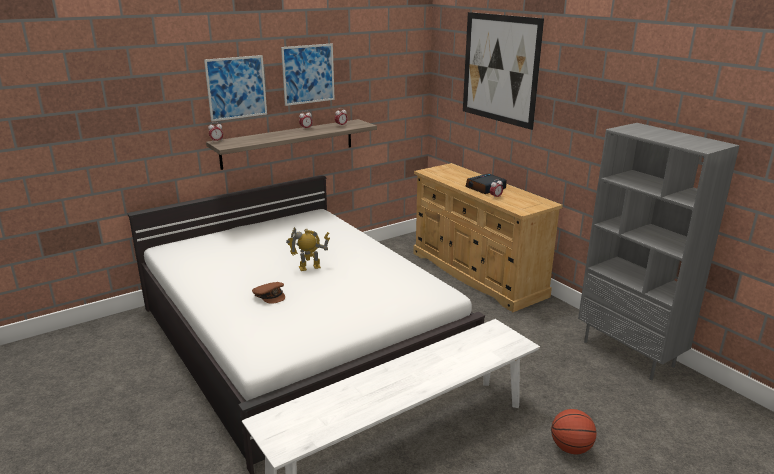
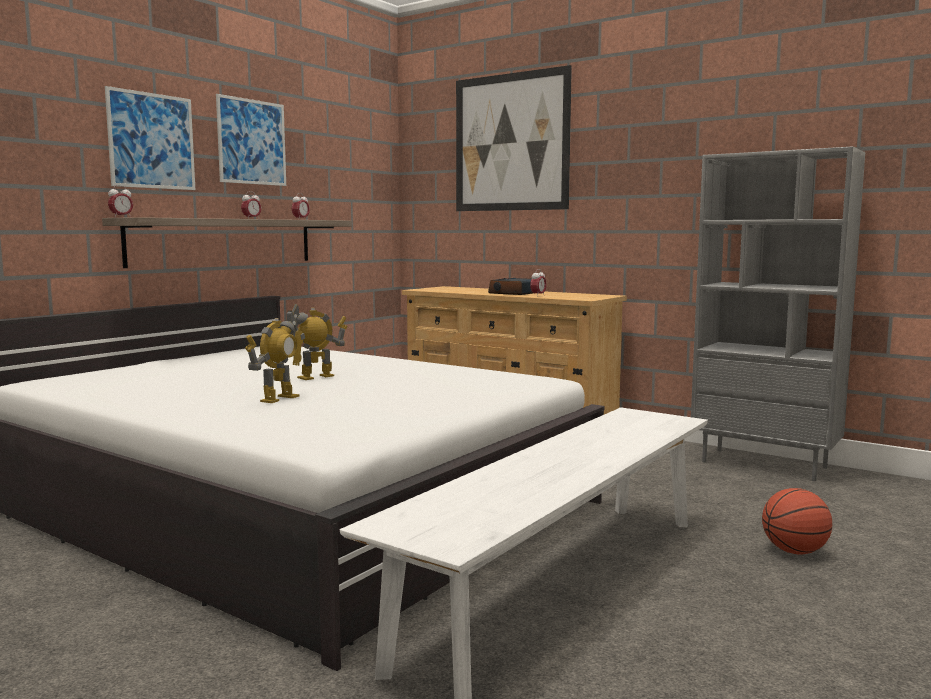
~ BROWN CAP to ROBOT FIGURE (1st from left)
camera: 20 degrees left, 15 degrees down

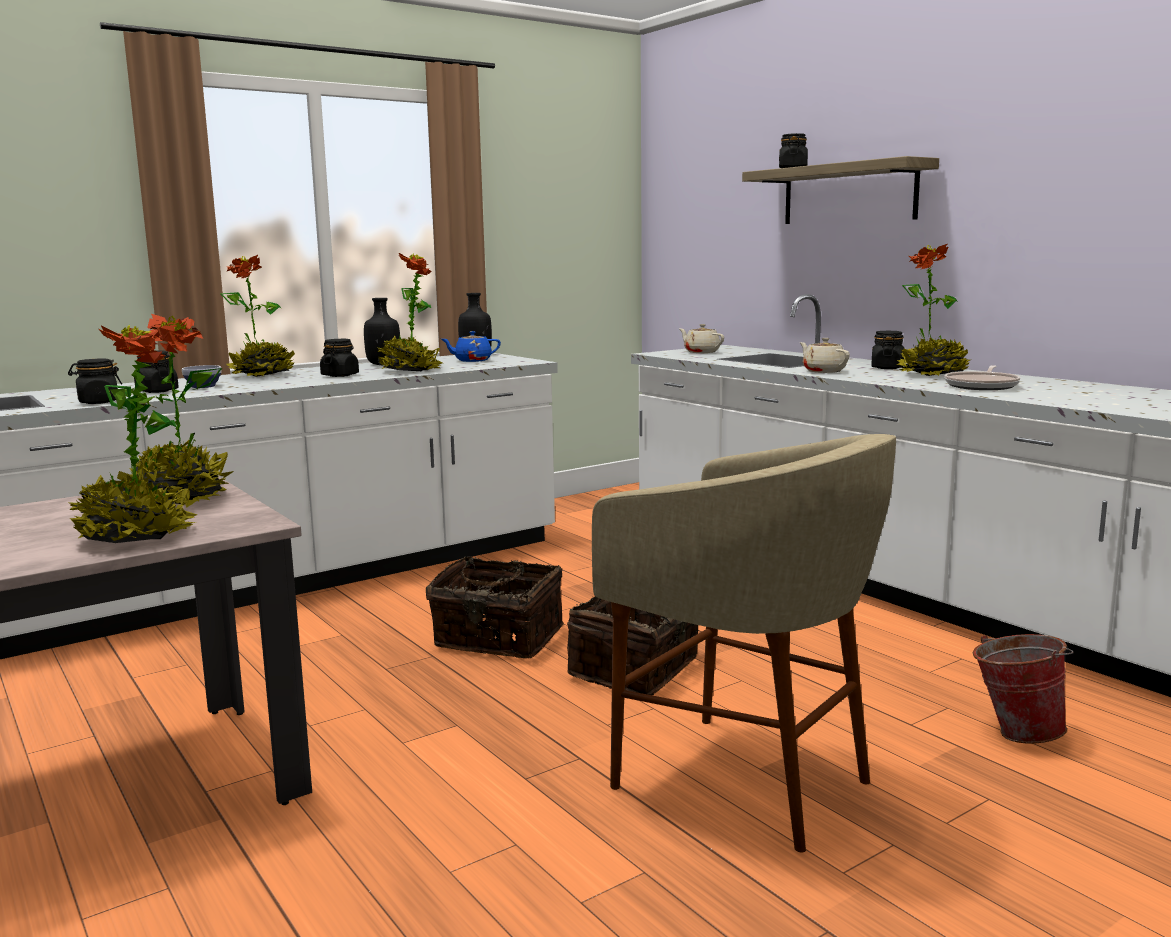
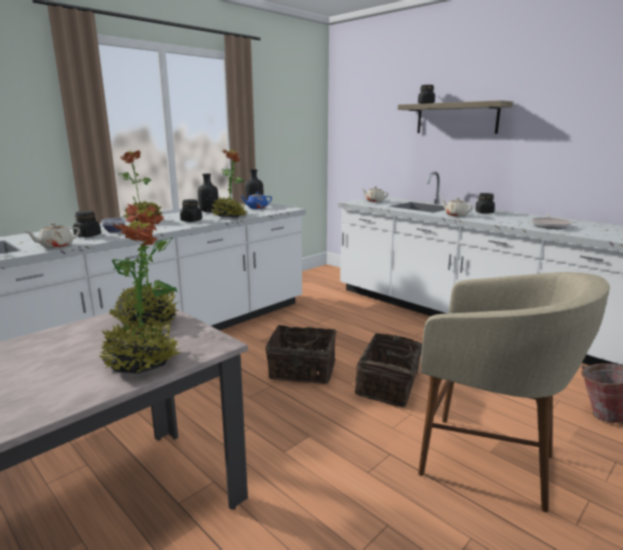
~ BLACK STORAGE JAR (1st from left) to BEIGE-COLOURED TEA POT (1st from left)
- POTTED PLANT (5th from left)
camera: 10 degrees left, 5 degrees up

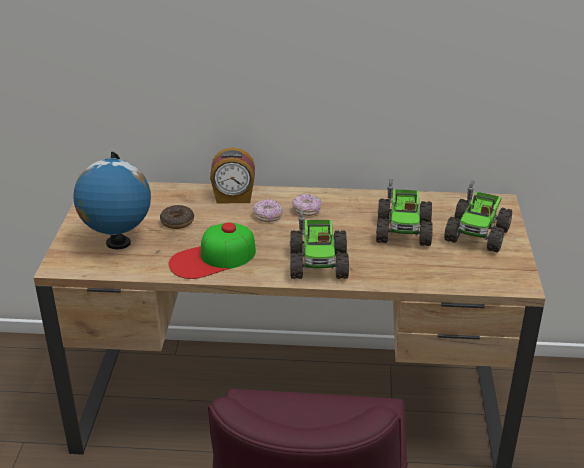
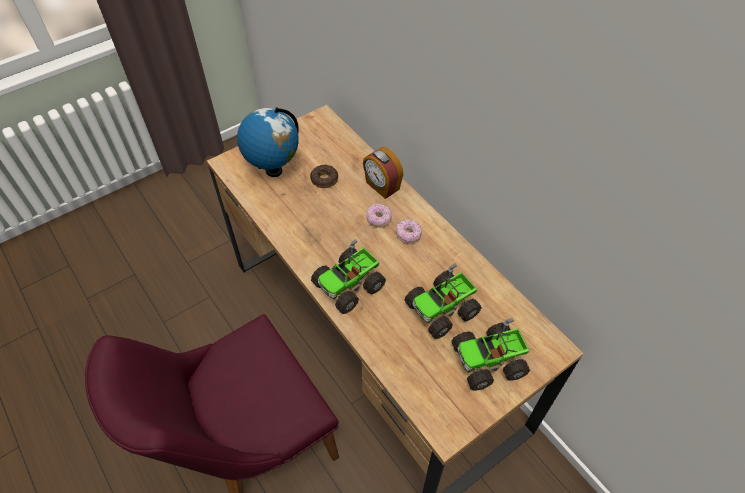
- CAP
camera: 50 degrees right, 20 degrees up

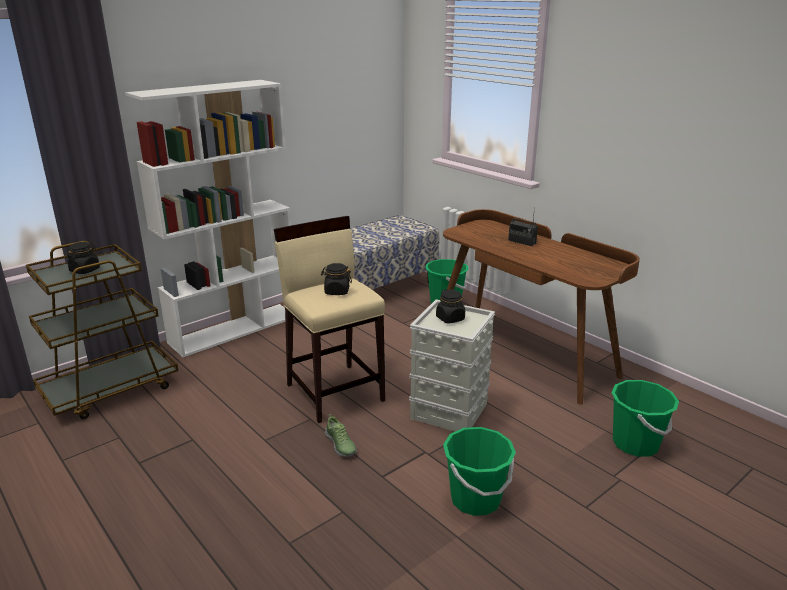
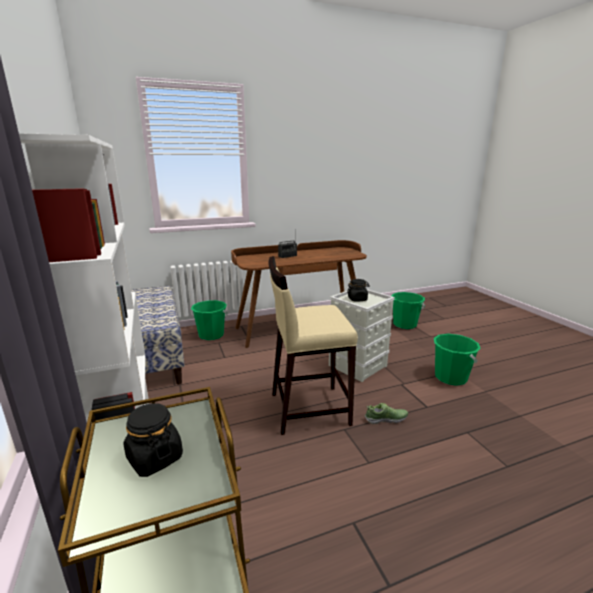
- BLACK STORAGE JAR (2nd from left)
camera: 70 degrees left, 5 degrees down

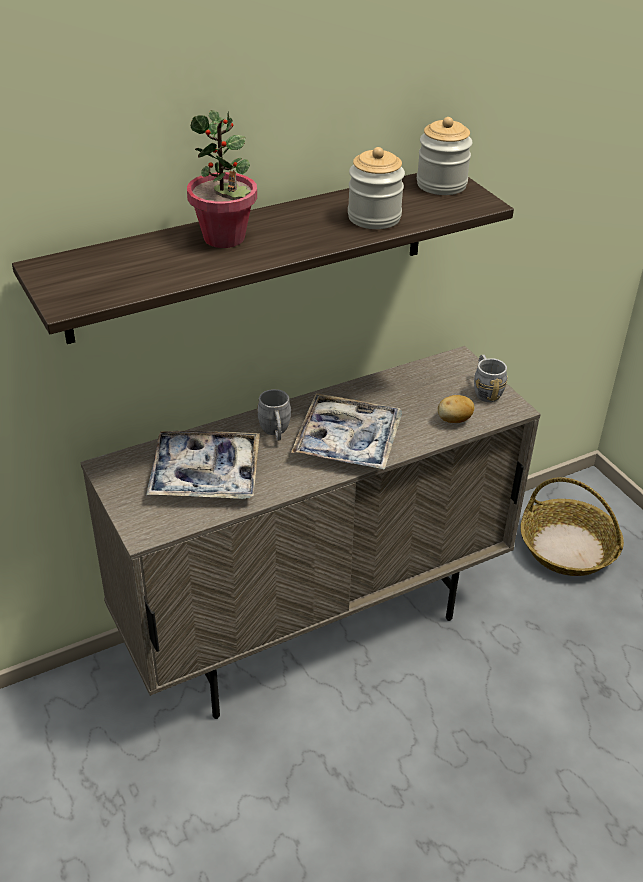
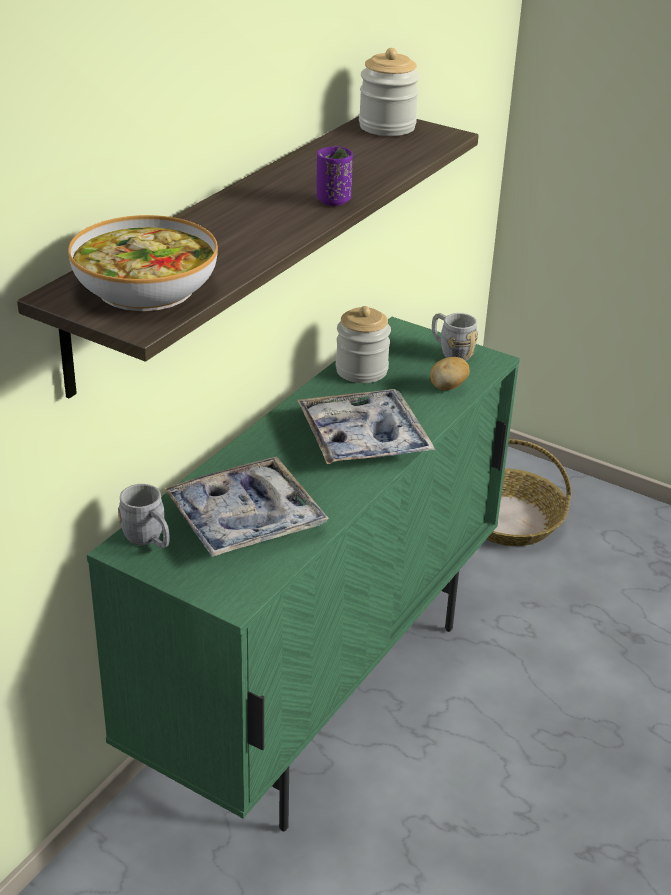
~ BEIGE-COLOURED STORAGE CABINET to GREEN-COLOURED STORAGE CABINET
- POTTED PLANT
~ GREY MUG (1st from left)
~ STORAGE JAR (1st from left)
+ DEEP DISH
+ PURPLE SMALL CUP
camera: 30 degrees left, 5 degrees down

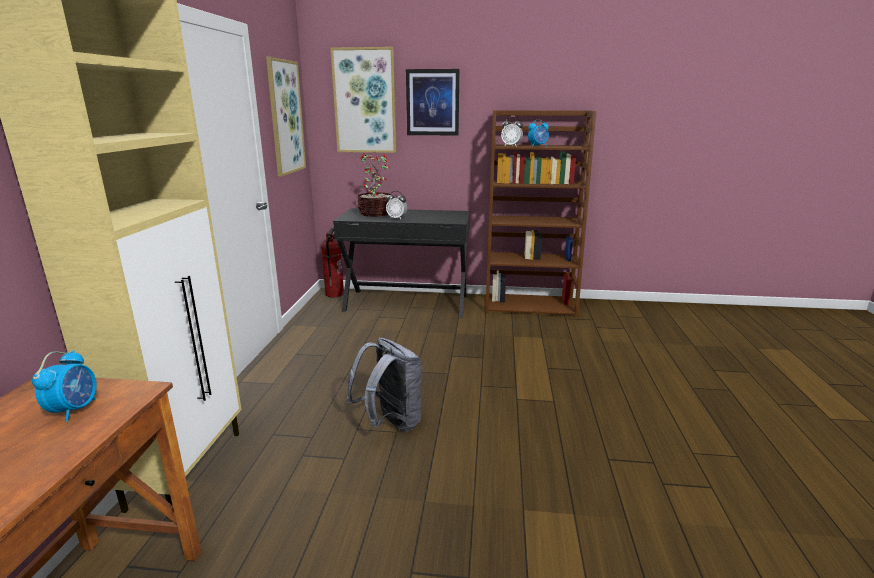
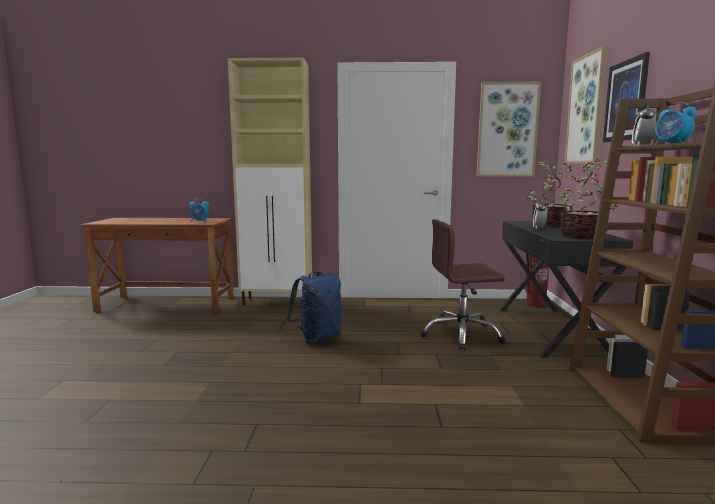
~ GREY RUCKSACK to BLUISH RUCKSACK
+ BROWN COMPUTER CHAIR
+ POTTED PLANT (2nd from left)
camera: 85 degrees right, 10 degrees down

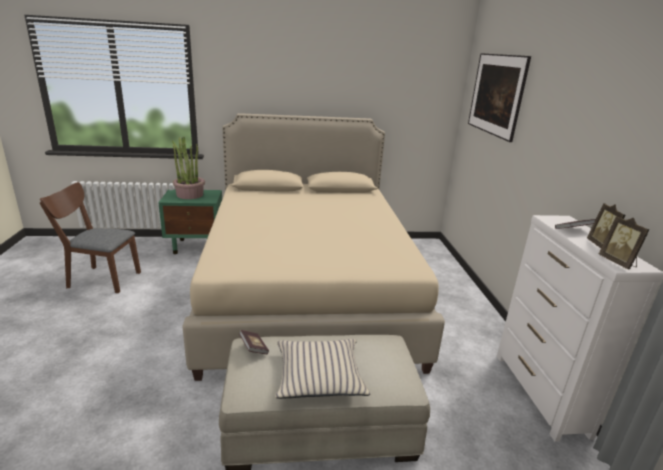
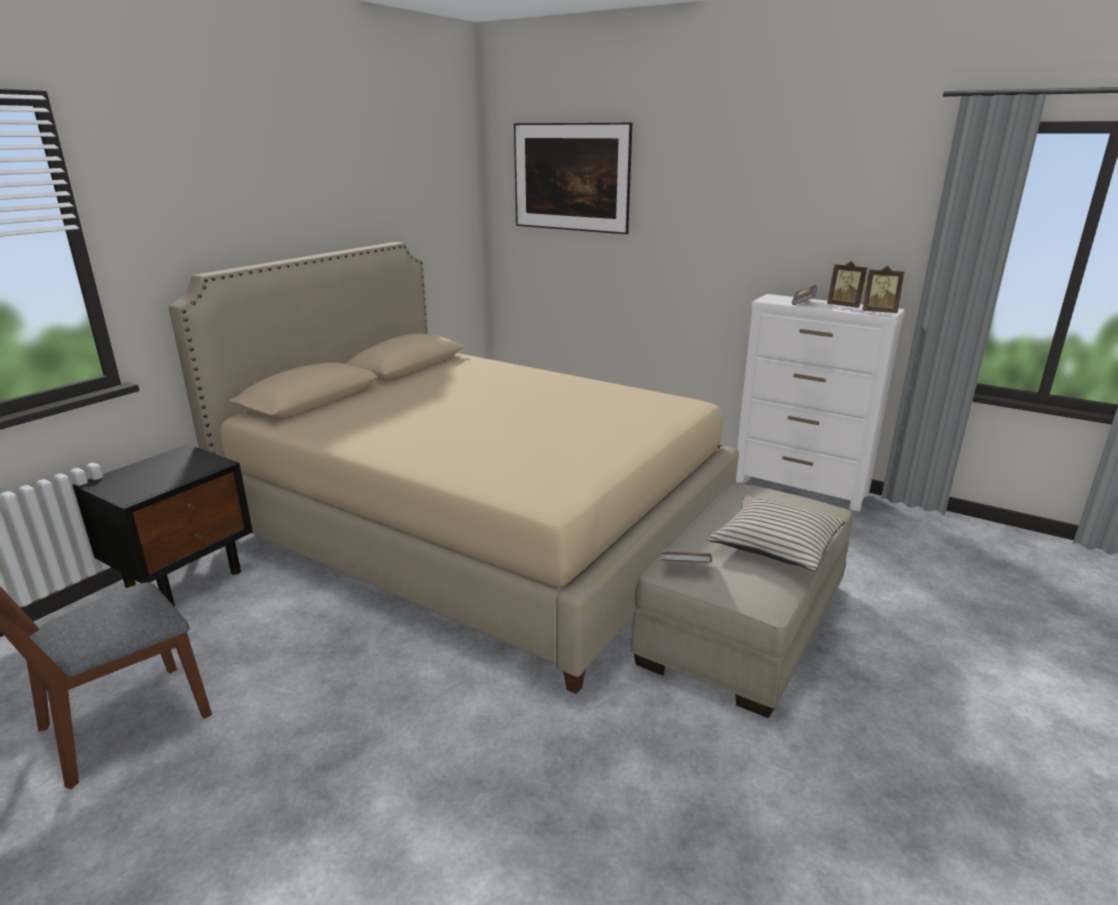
~ GREEN-COLOURED NIGHT TABLE to BLACK NIGHT TABLE
- POTTED PLANT
camera: 50 degrees left, 0 degrees up

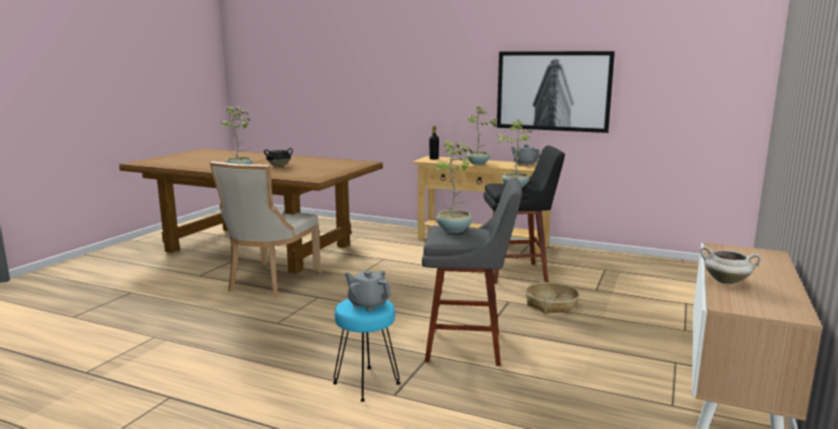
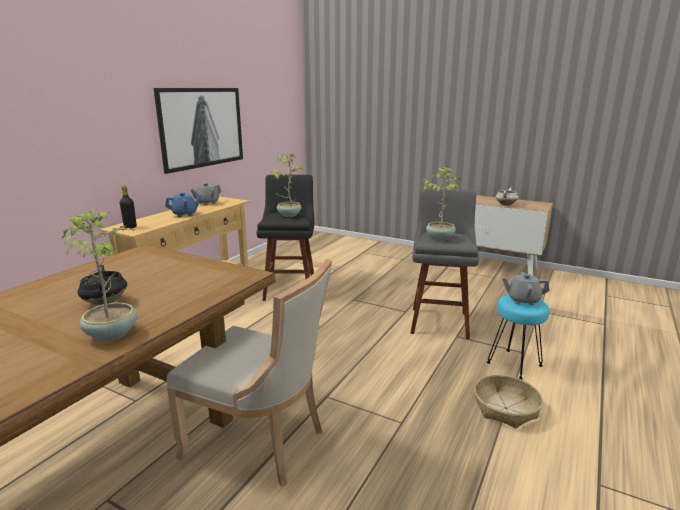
~ GREY TEA POT (1st from left in the first image) 60 degrees clockwise
~ POTTED PLANT (3rd from left) to BLUISH TEA POT
~ HOUSEHOLD BASKET
camera: 85 degrees left, 5 degrees up

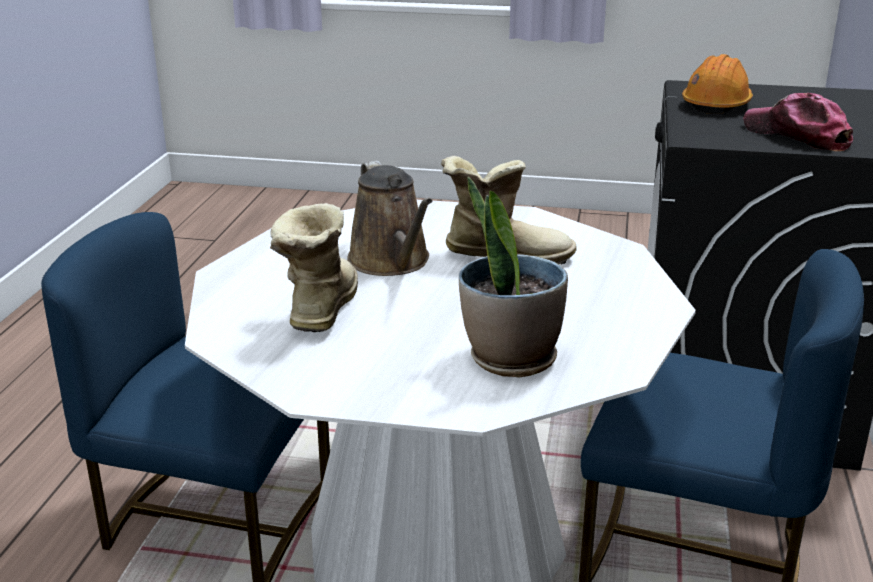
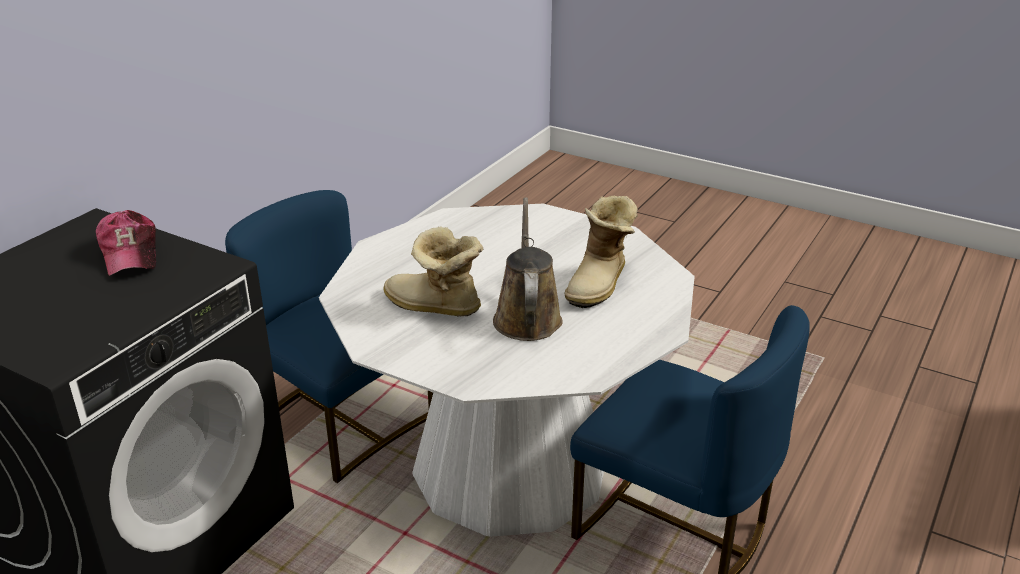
- POTTED PLANT
- ORANGE-COLOURED WORK HELMET
camera: 160 degrees left, 5 degrees up

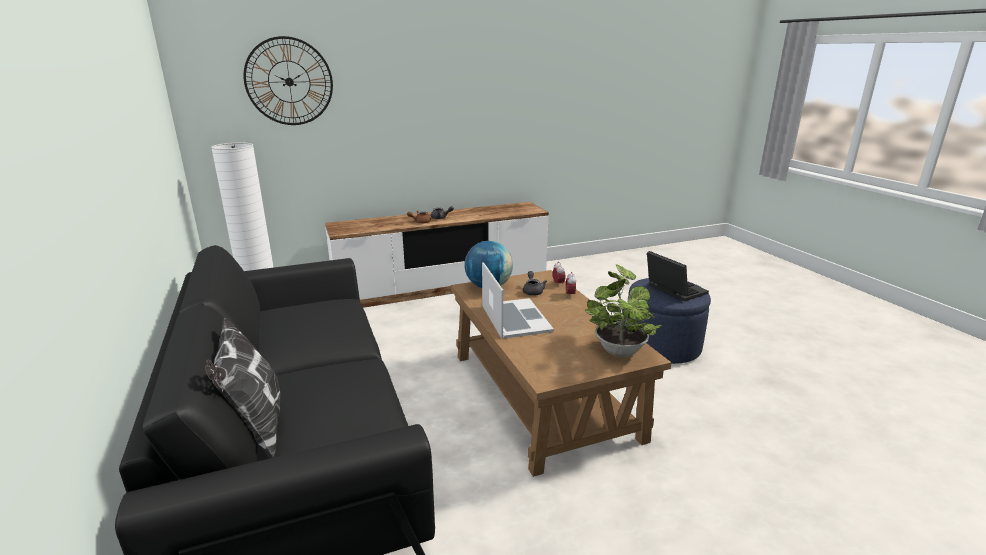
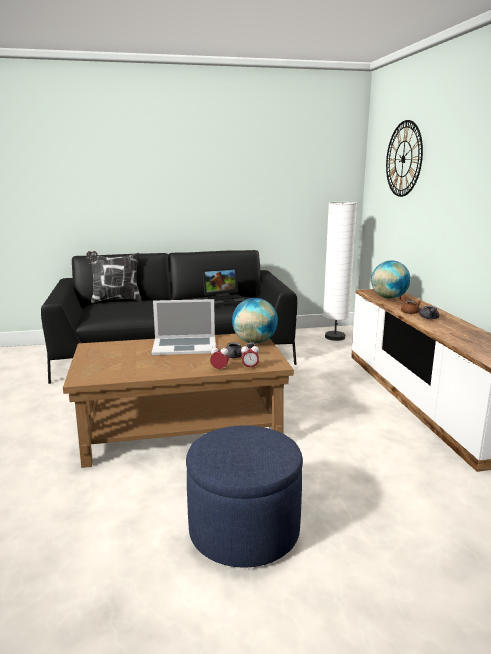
- POTTED PLANT
~ NOTEBOOK COMPUTER (2nd from left)
+ DESK GLOBE (2nd from left)
camera: 100 degrees right, 5 degrees down

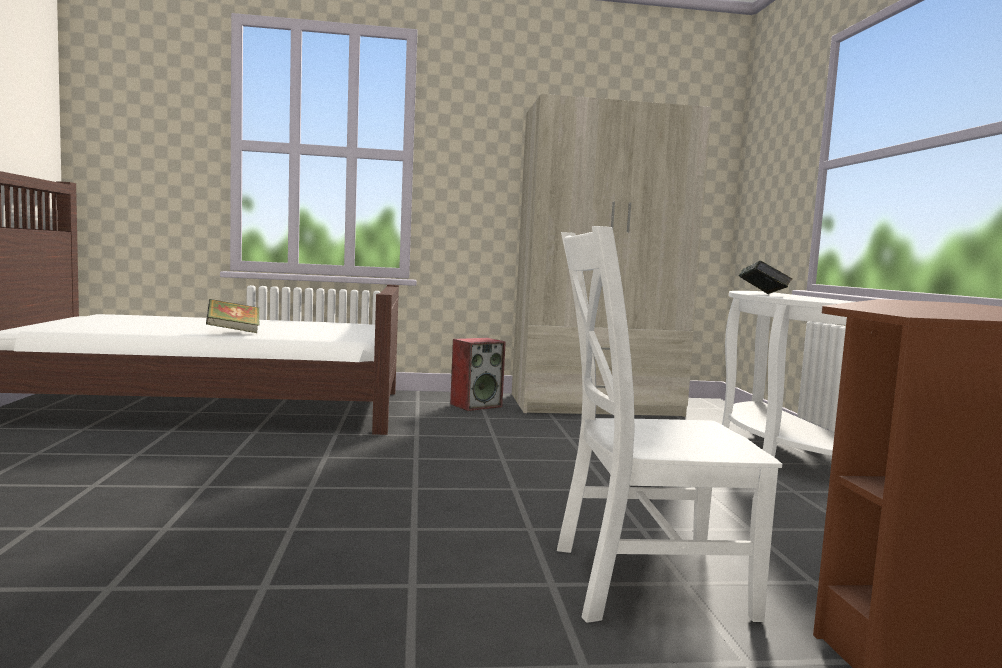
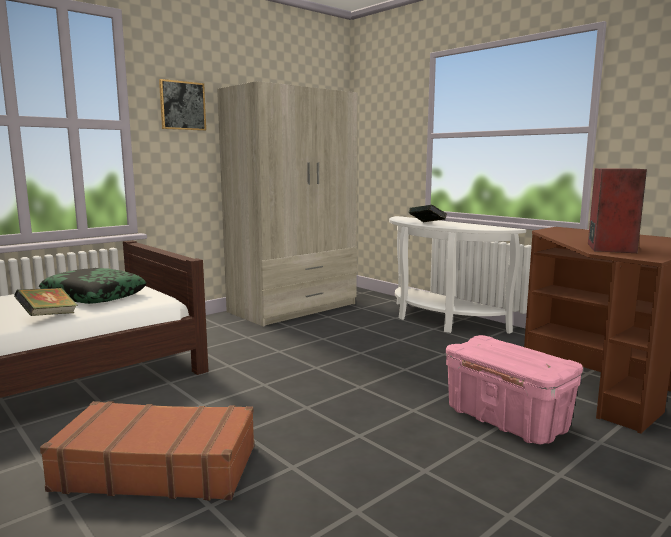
~ AUDIO SPEAKER
~ WHITE PLAIN CHAIR to PINK STORAGE CONTAINER
+ PILLOW
+ BROWN SUITCASE
+ WALL ART
camera: 35 degrees left, 5 degrees up

